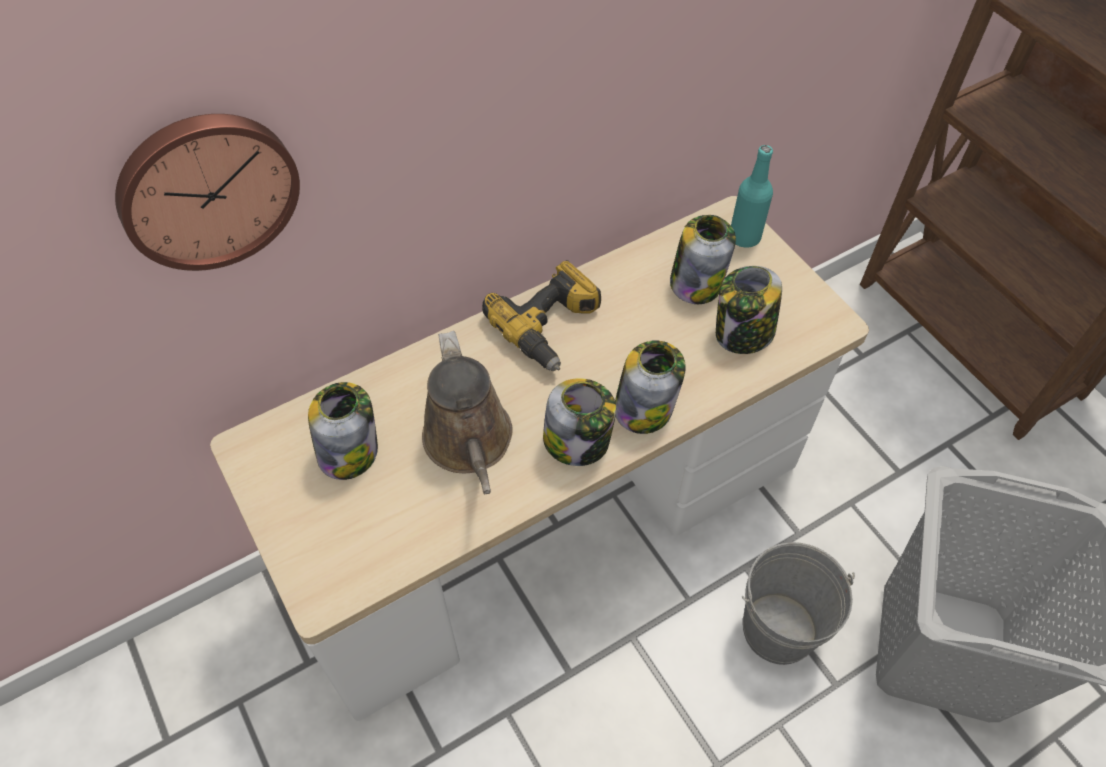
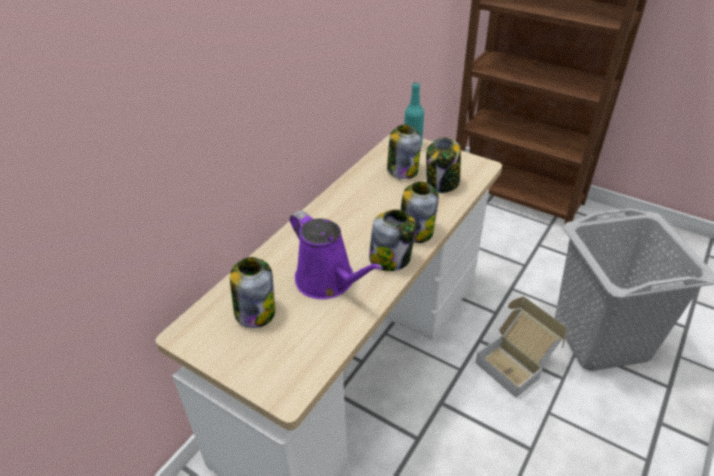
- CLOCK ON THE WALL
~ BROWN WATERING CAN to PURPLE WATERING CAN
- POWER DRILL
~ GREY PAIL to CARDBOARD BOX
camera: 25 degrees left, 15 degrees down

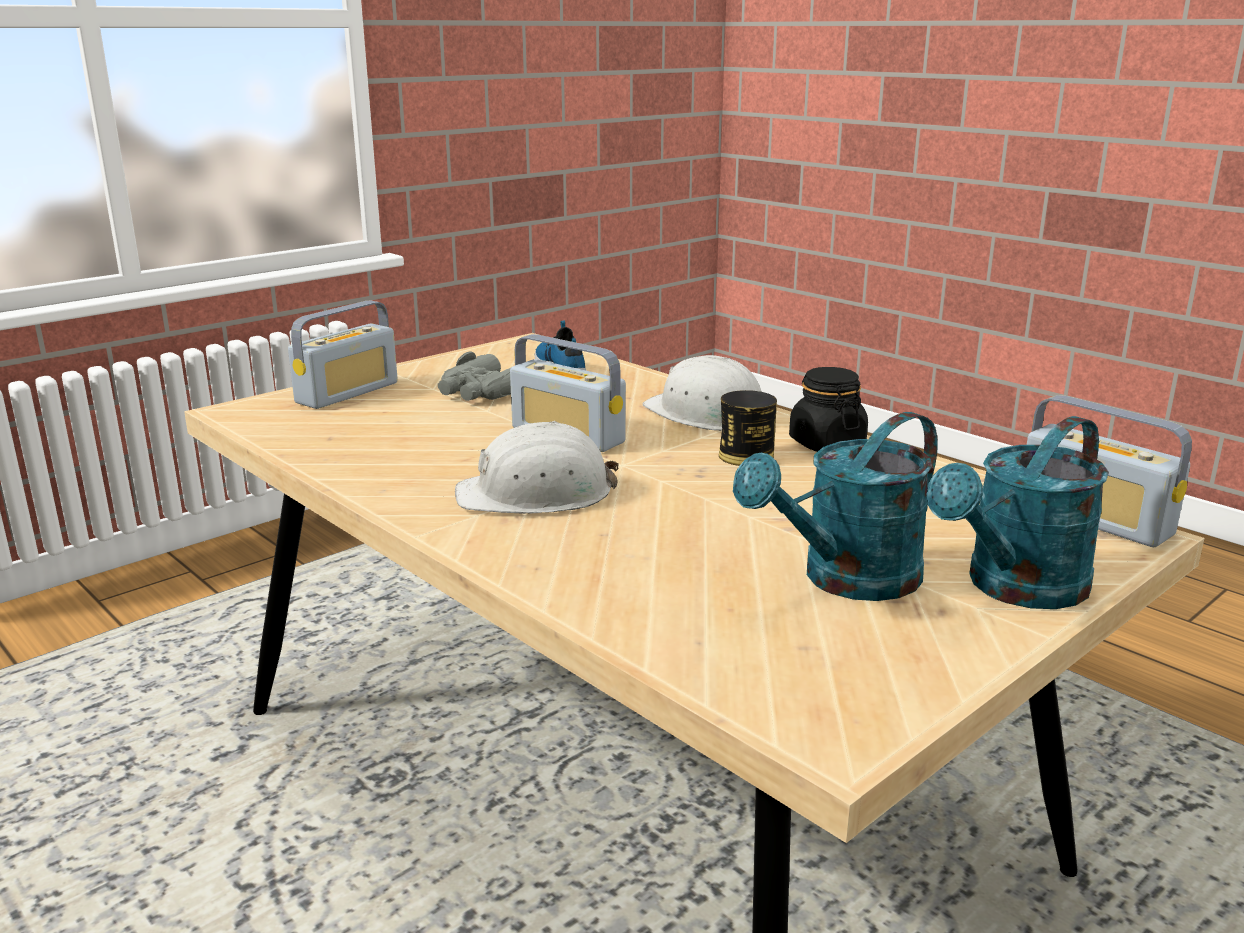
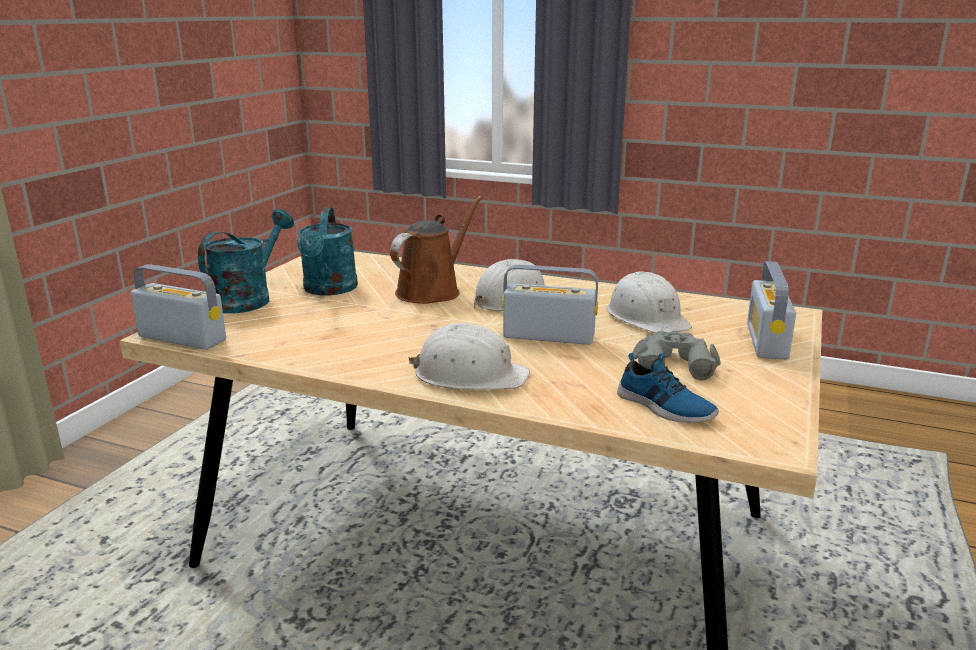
- SEALED CAN
~ BLUE-GREEN WATERING CAN (1st from left in the first image) 150 degrees clockwise
- BLACK STORAGE JAR
+ BROWN WATERING CAN
+ WHITE WORK HELMET (3rd from left)
camera: 155 degrees right, 0 degrees up

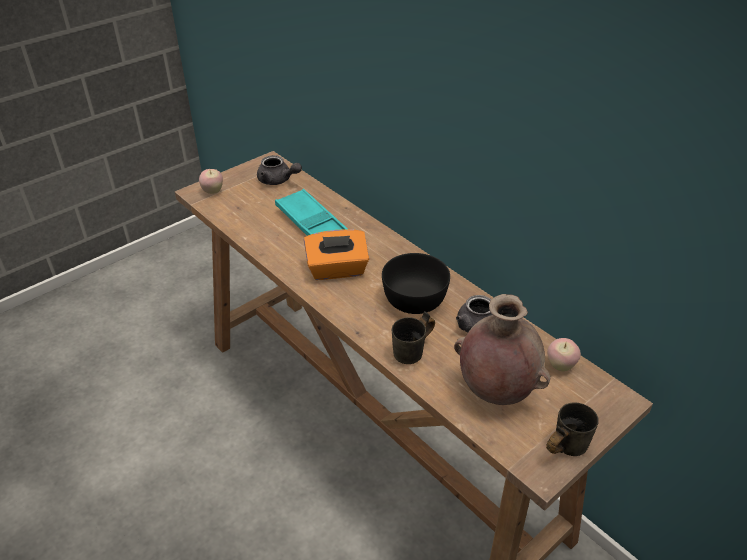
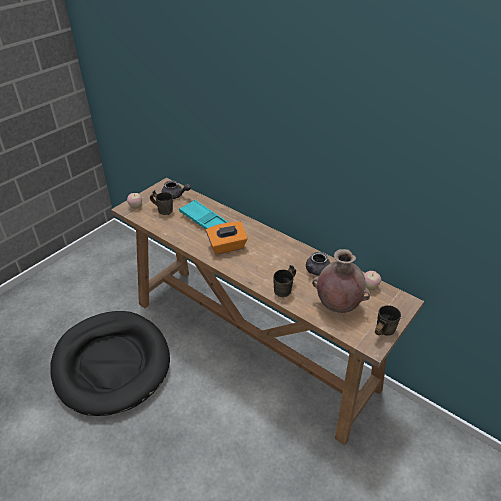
- BLACK DEEP DISH
+ BLACK DOG CUSHION
+ GREY MUG (1st from left)
camera: 10 degrees left, 0 degrees up

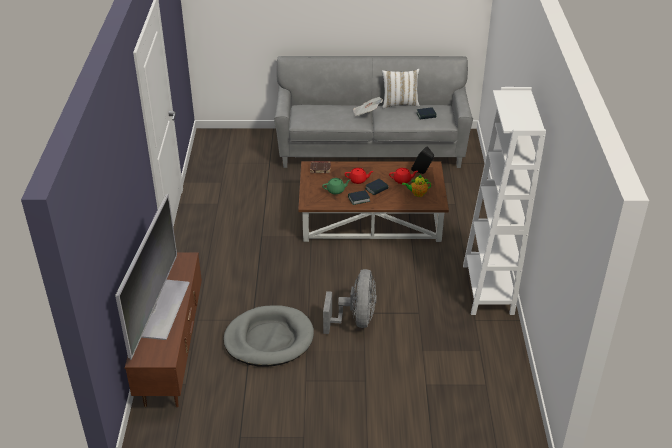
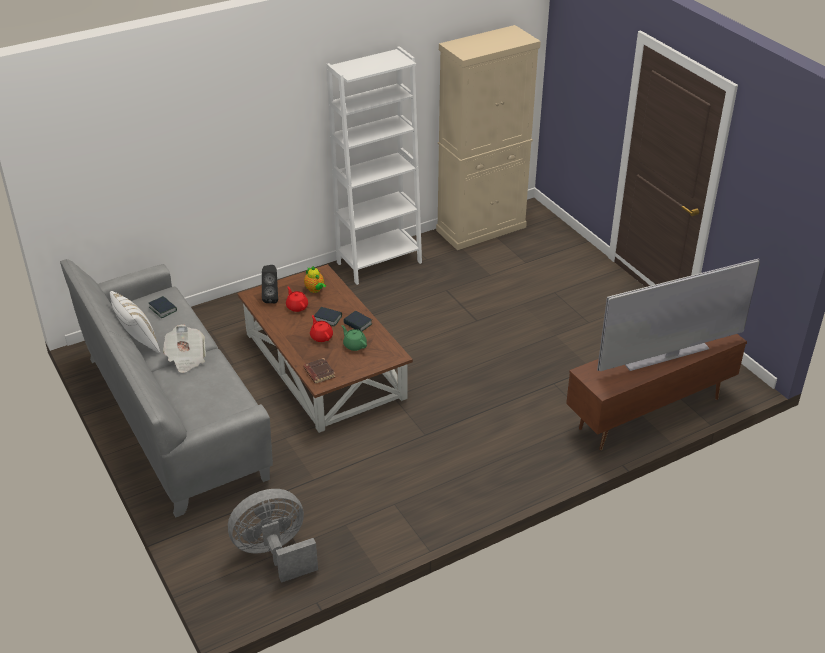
- GREY DOG CUSHION
~ GREY FAN
+ BEIGE-COLOURED STORAGE CABINET
camera: 120 degrees left, 0 degrees up

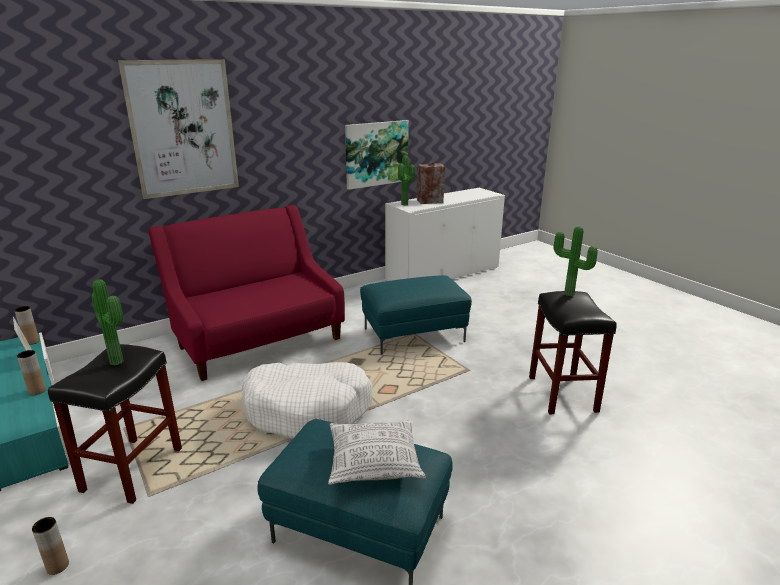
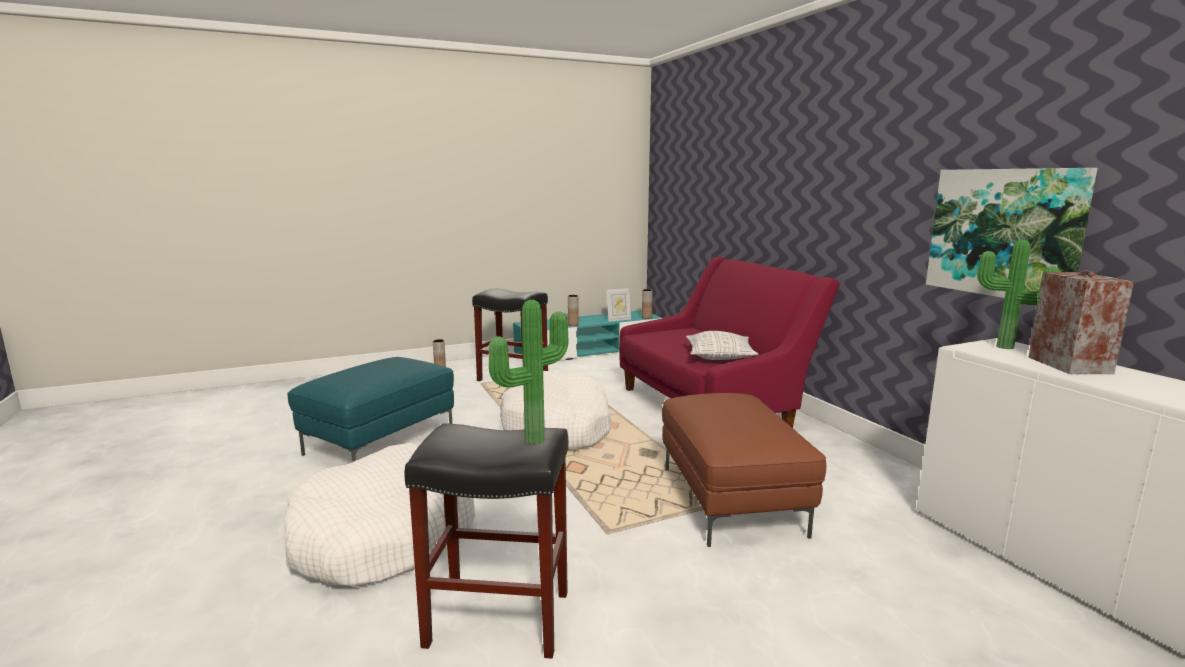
- POTTED PLANT (1st from left)
- WALL ART (1st from left)
~ PILLOW
~ BLUE-GREEN FOOTREST (2nd from left) to BROWN FOOTREST
+ WHITE DOG CUSHION (1st from left)
camera: 100 degrees right, 10 degrees down

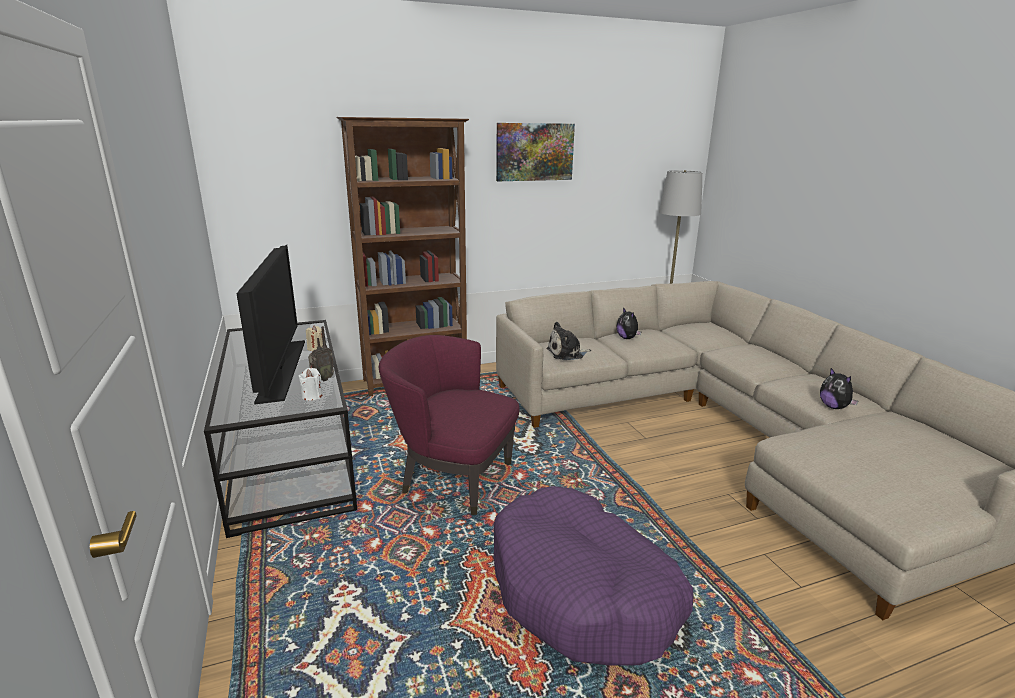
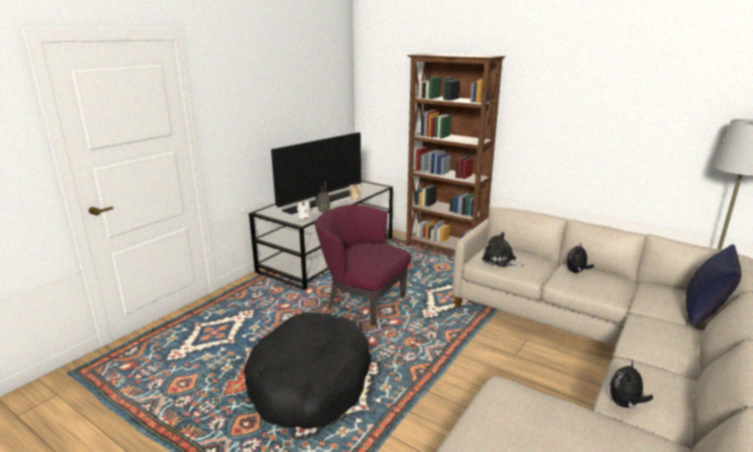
~ PURPLE LOUNGE CHAIR 45 degrees counterclockwise
~ PURPLE DOG CUSHION to BLACK DOG CUSHION
- WALL ART
+ BLUISH PILLOW
camera: 55 degrees right, 0 degrees up

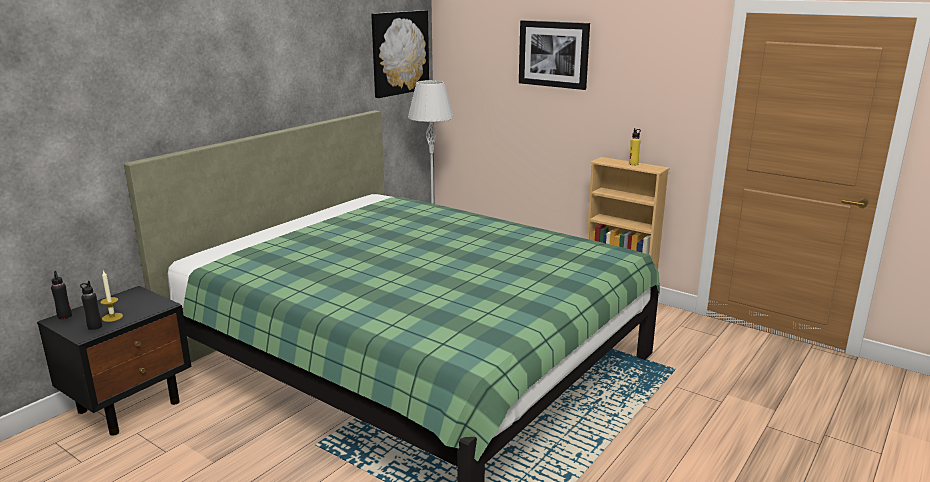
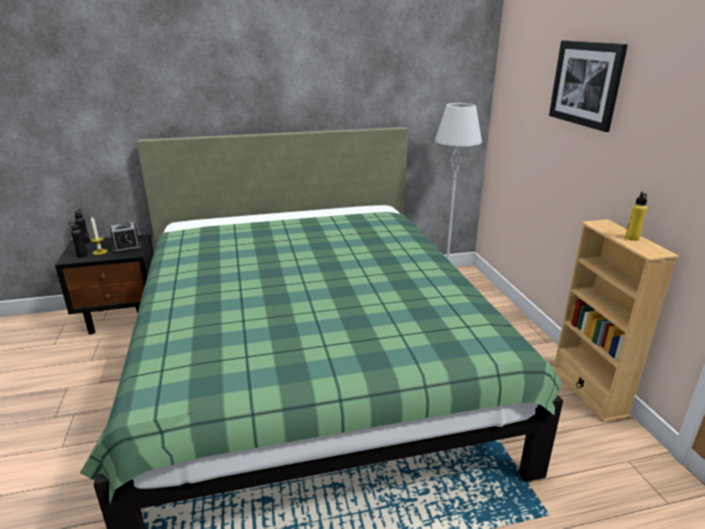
- WALL ART (1st from left)
+ TABLE CLOCK
camera: 40 degrees right, 5 degrees up

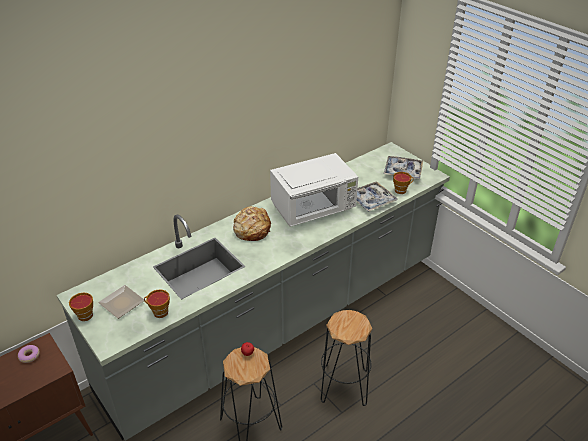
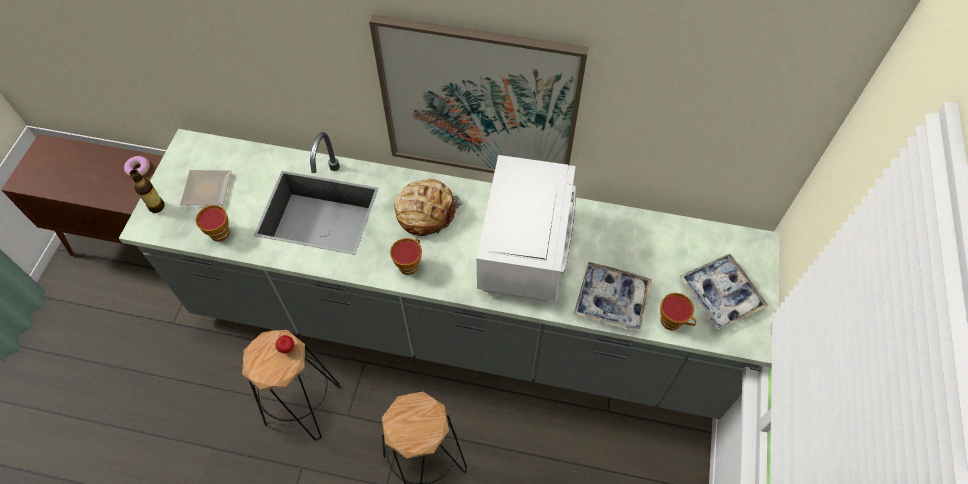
~ SMALL CUP (1st from left in the first image) to SMALL CUP (2nd from left)
~ WHITE KITCHEN MICROWAVE 105 degrees counterclockwise
+ BEVERAGE BOTTLE
+ WALL ART
camera: 50 degrees right, 20 degrees up

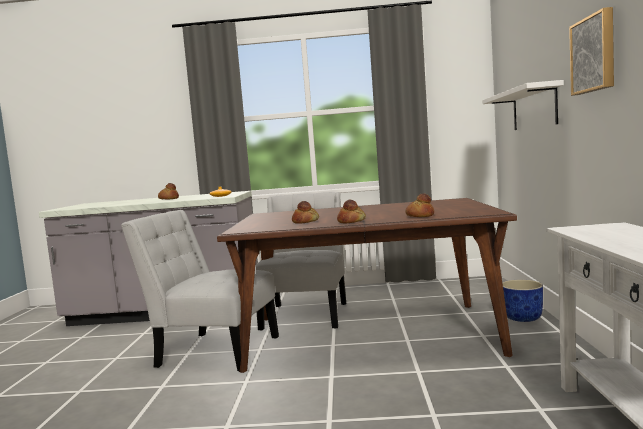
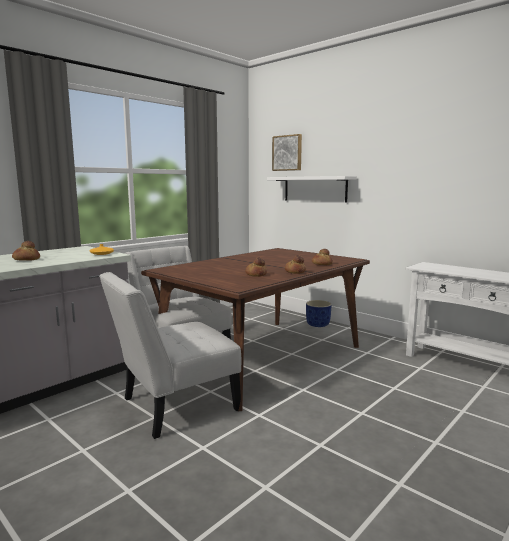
~ WALL ART
camera: 50 degrees left, 5 degrees up

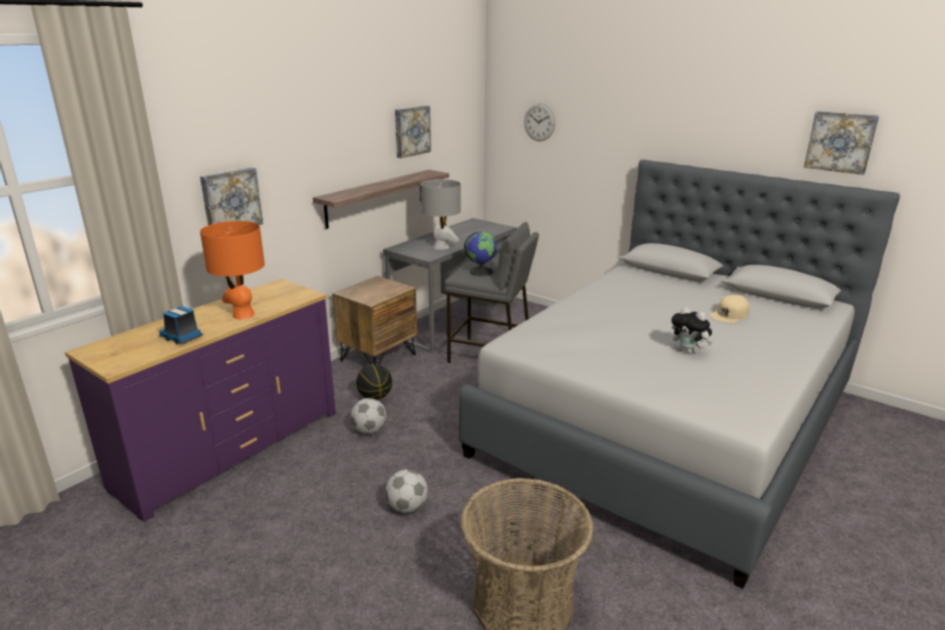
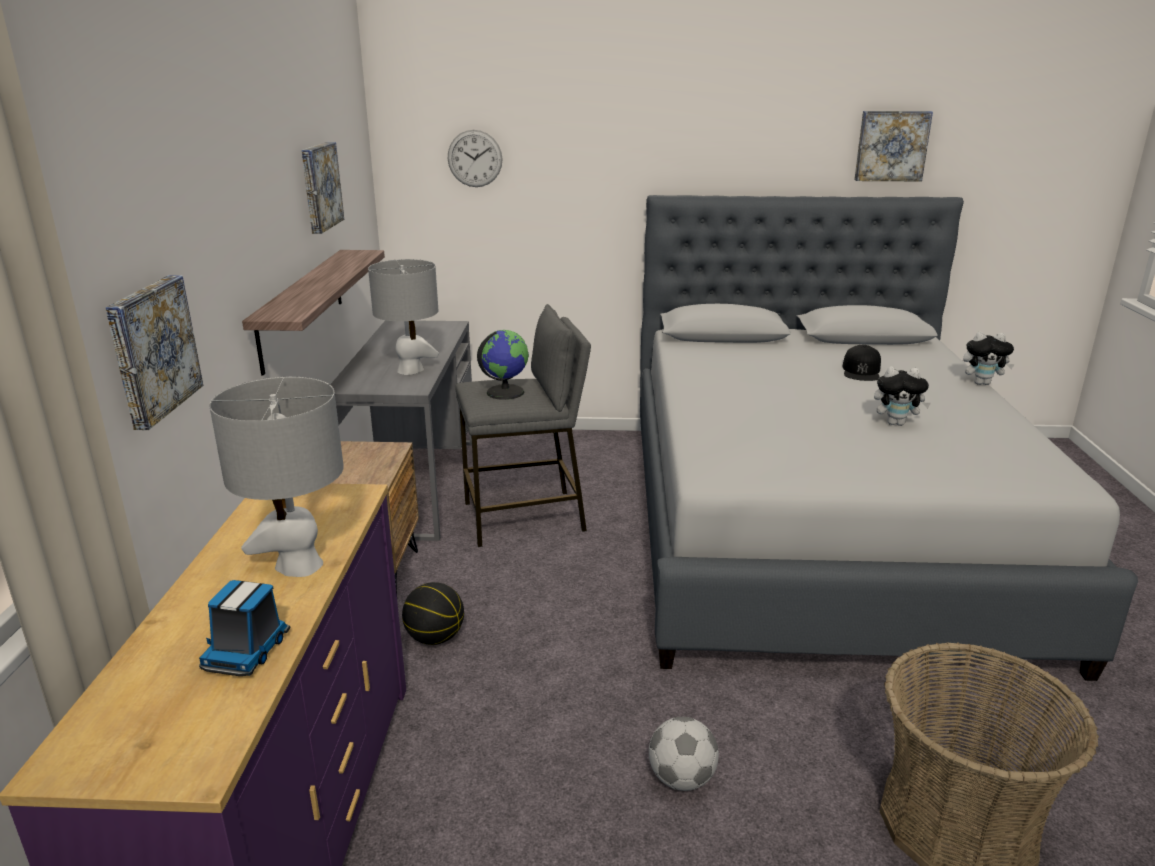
~ MODEL TRUCK 75 degrees counterclockwise
~ ORANGE-COLOURED TABLETOP LAMP to GREY TABLETOP LAMP (1st from left)
- BALL FOR FOOTBALL (1st from left)
~ BEIGE-COLOURED CAP to BLACK CAP
+ PLUSH TOY (2nd from left)
camera: 35 degrees left, 0 degrees up

